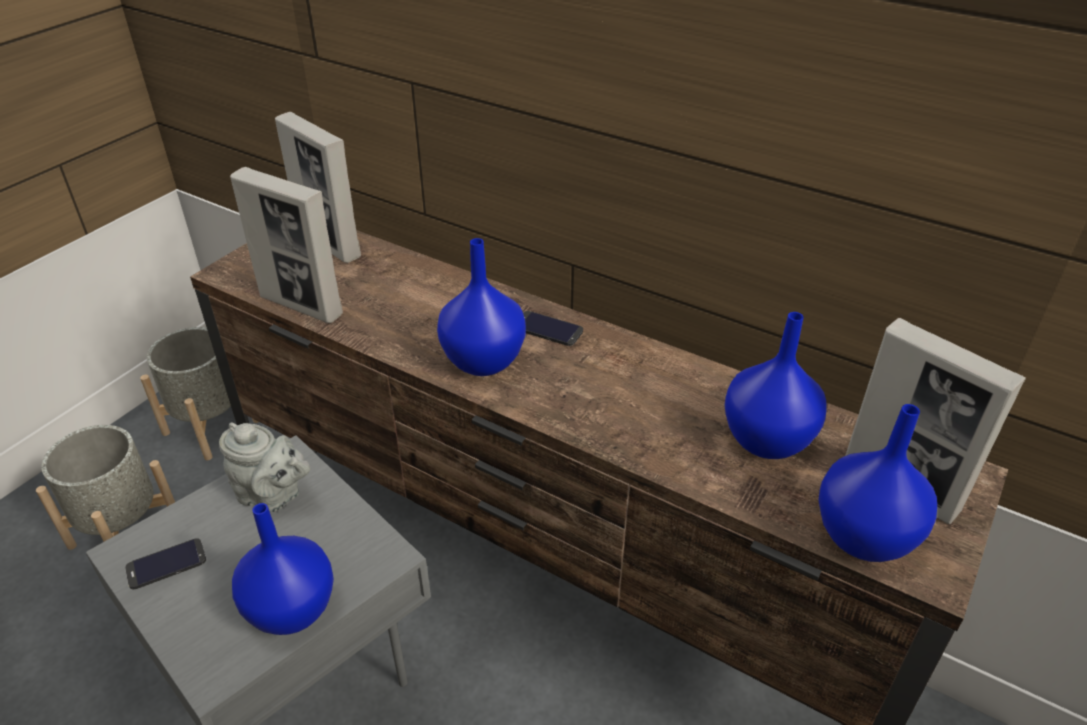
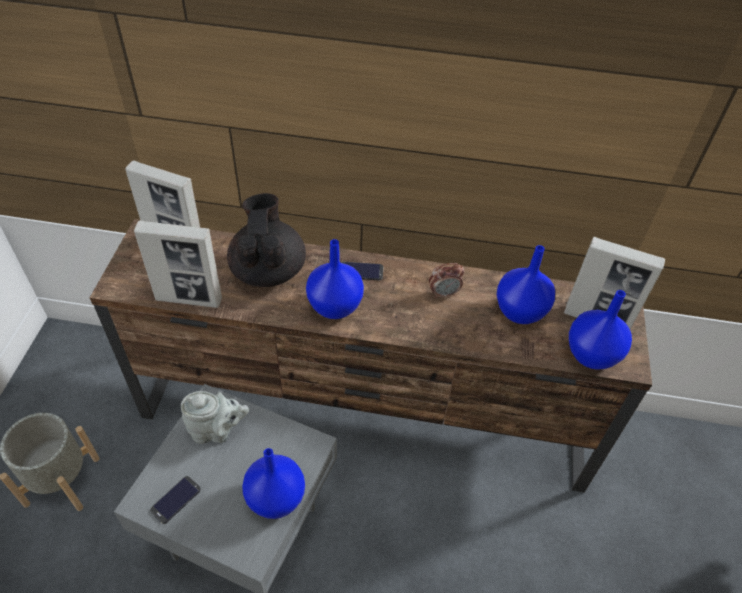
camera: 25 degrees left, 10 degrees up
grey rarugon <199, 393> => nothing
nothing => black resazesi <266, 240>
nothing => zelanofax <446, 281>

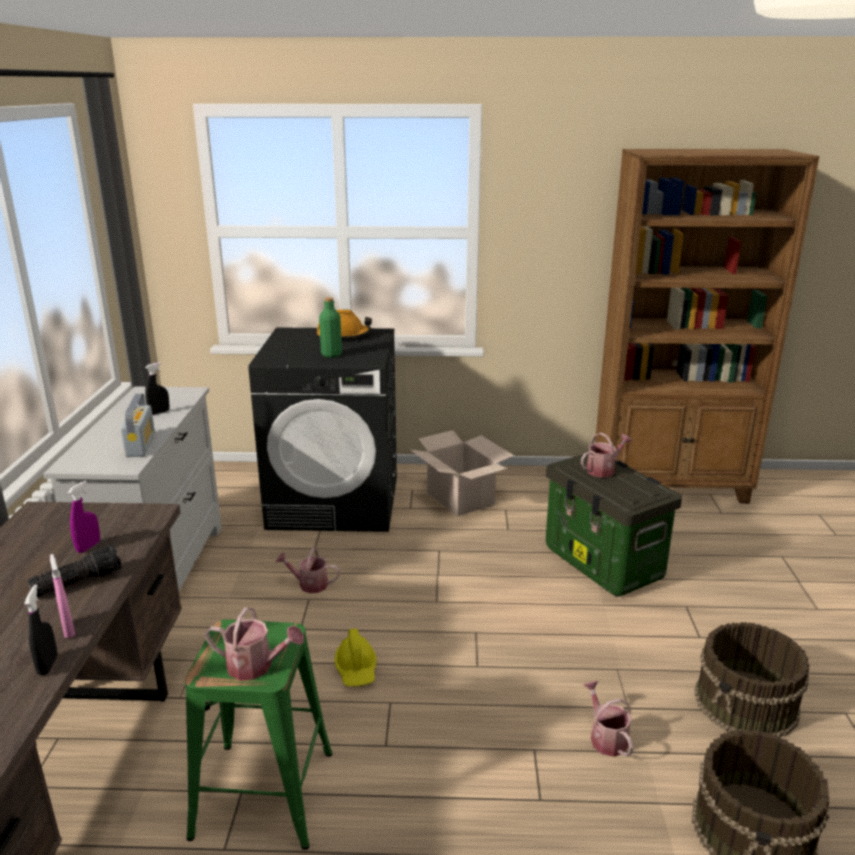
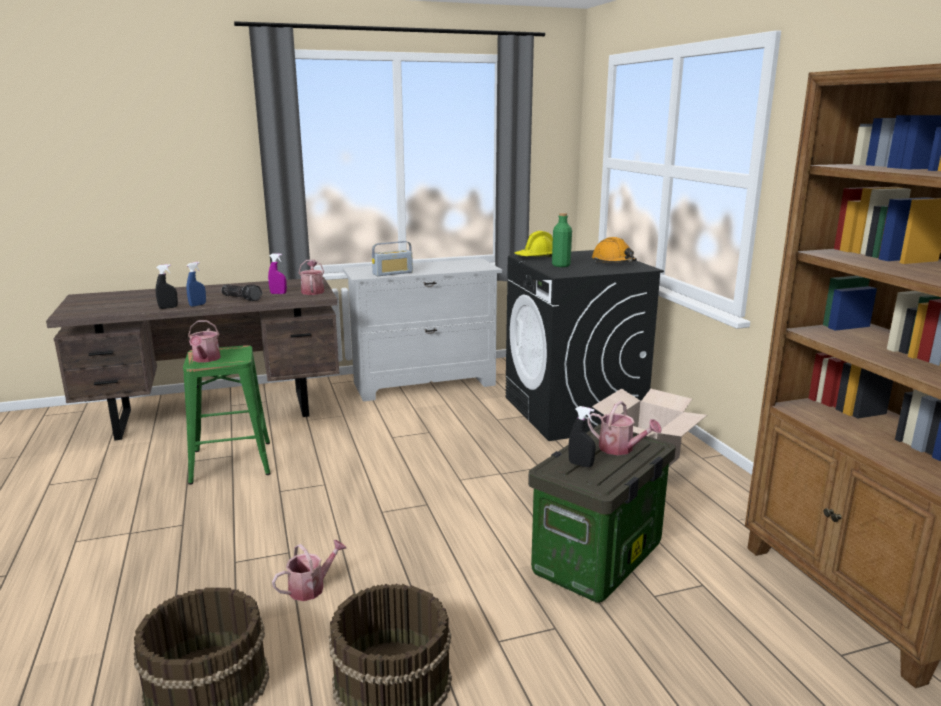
camera: 70 degrees right, 5 degrees down
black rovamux <157, 388> => black rovamux <581, 436>, moved
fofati <308, 570> => fofati <311, 277>, moved
pink rovamux <62, 596> => blue rovamux <196, 284>
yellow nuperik <355, 657> => yellow nuperik <534, 244>, moved

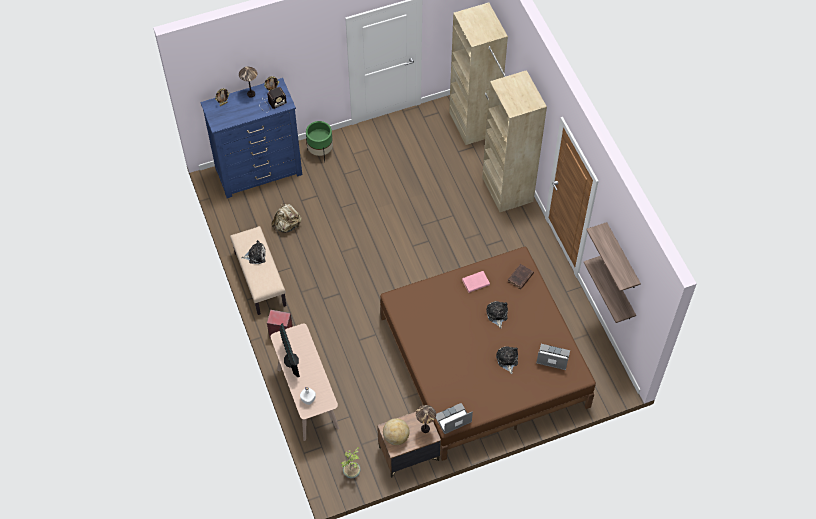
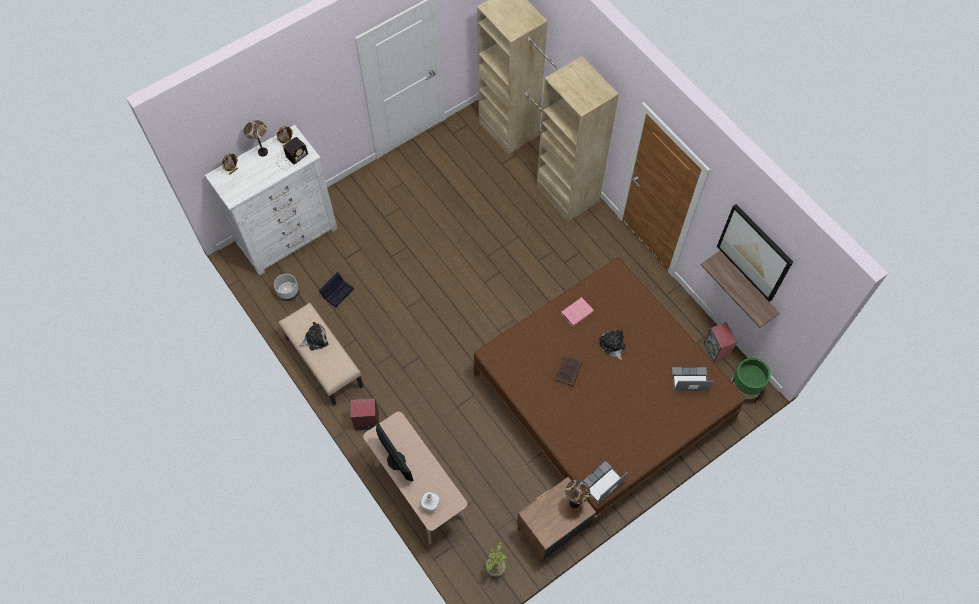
camera: 15 degrees left, 5 degrees up
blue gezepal <251, 138> => white gezepal <271, 200>
green rarugon <319, 141> => green rarugon <751, 380>, moved
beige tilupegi <286, 218> => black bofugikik <336, 289>
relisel <613, 256> => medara <755, 253>
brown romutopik <520, 277> => brown romutopik <568, 371>, moved
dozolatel <507, 360> => nothing
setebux <396, 431> => nothing
nothing => grey rarugon <286, 287>
nothing => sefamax <720, 342>

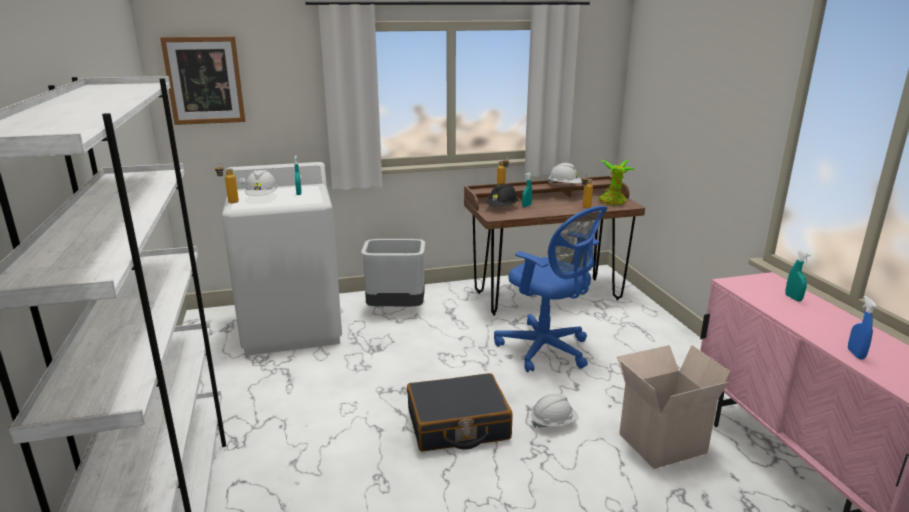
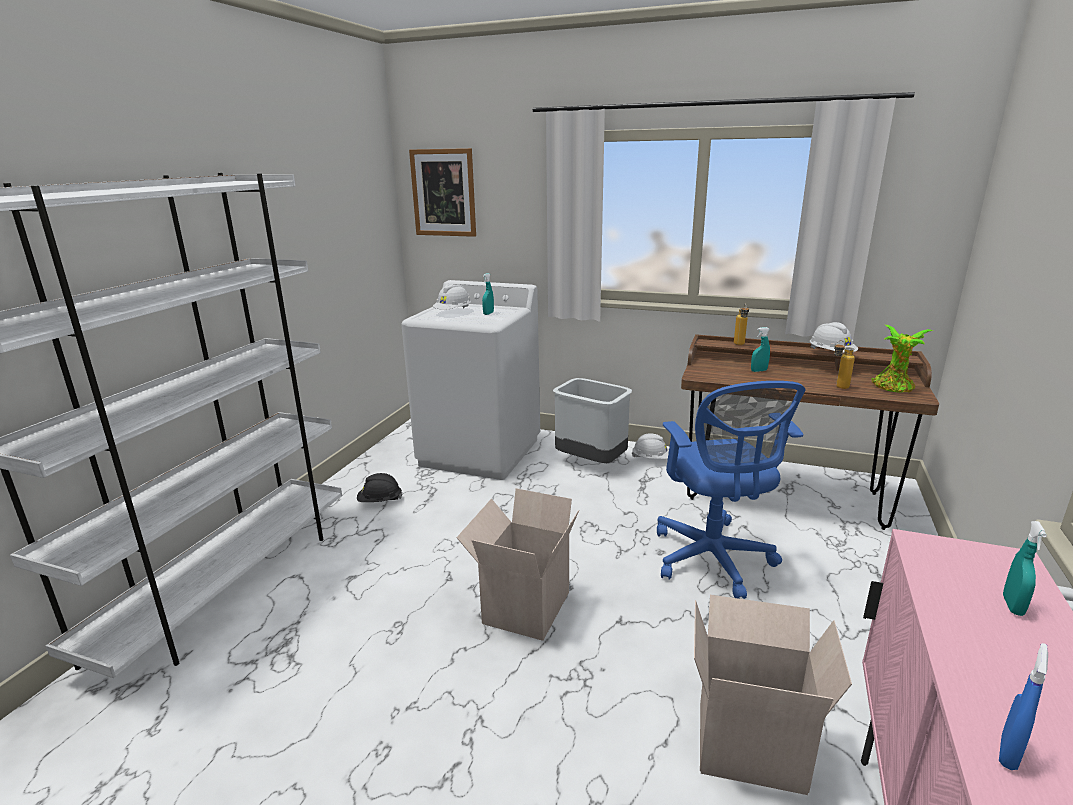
camera: 35 degrees right, 0 degrees up
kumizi <227, 183> => nothing
black nuperik <501, 194> => black nuperik <379, 487>, moved
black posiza <460, 412> => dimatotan <517, 564>
white nuperik <554, 410> => white nuperik <650, 446>, moved

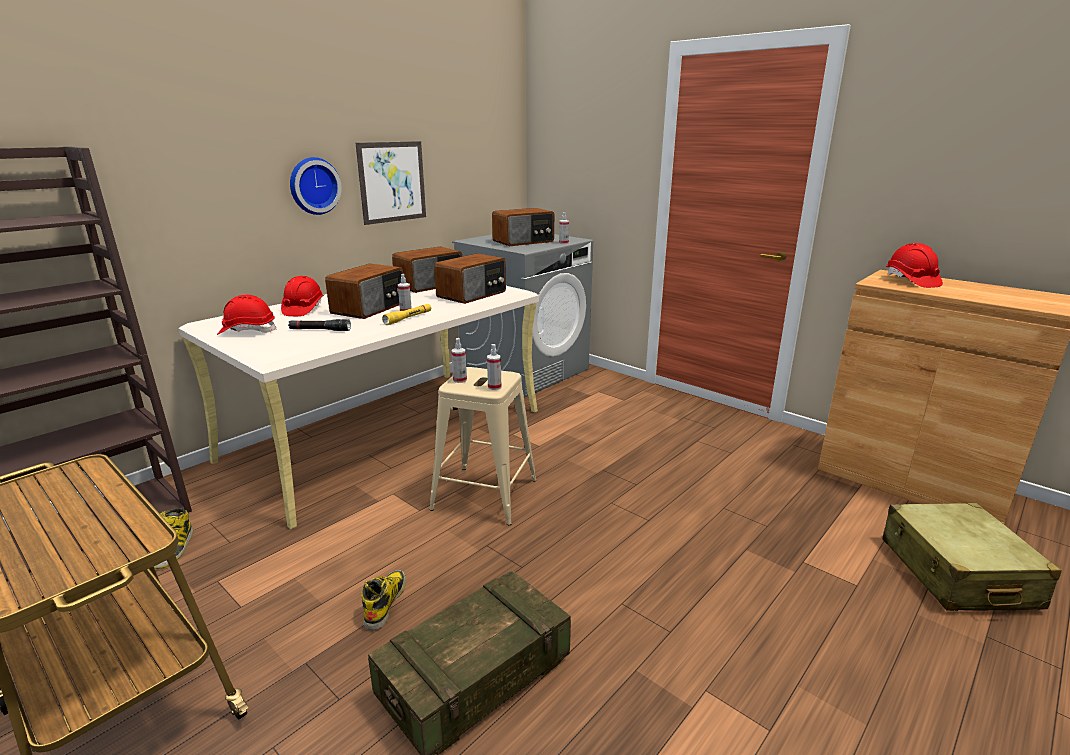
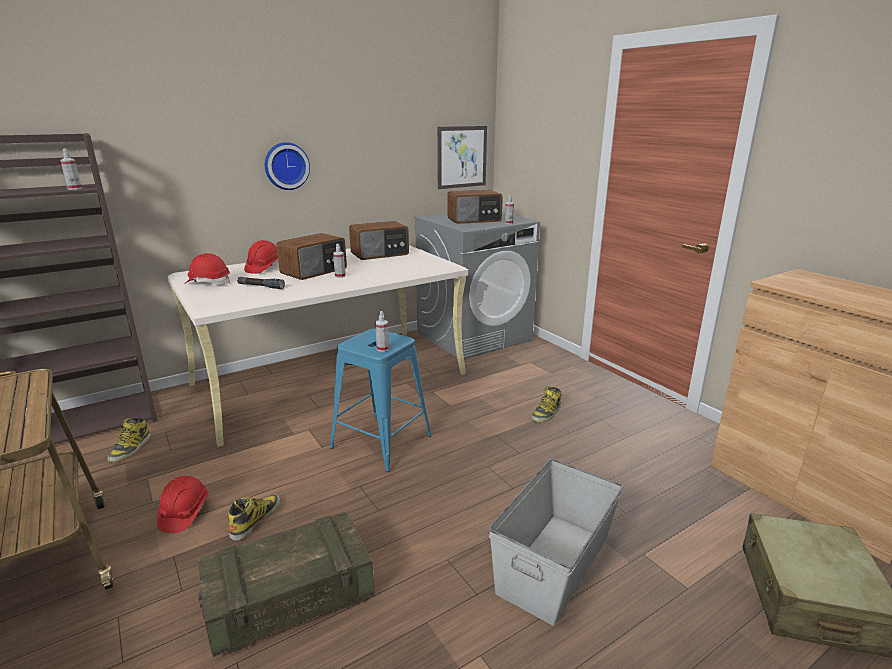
camera: 15 degrees right, 0 degrees up
medara <391, 183> => medara <462, 157>, moved
red nuperik <914, 265> => red nuperik <182, 504>, moved
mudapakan <470, 278> => nothing
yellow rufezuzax <407, 314> => nothing
rovamux <459, 360> => rovamux <71, 169>, moved
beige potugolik <482, 446> => blue potugolik <381, 400>
nothing => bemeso <546, 404>
nothing => grey bofugikik <556, 542>

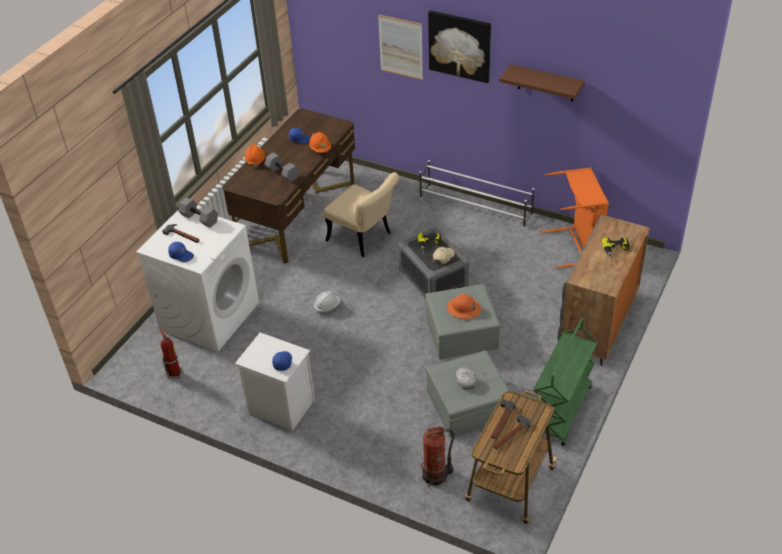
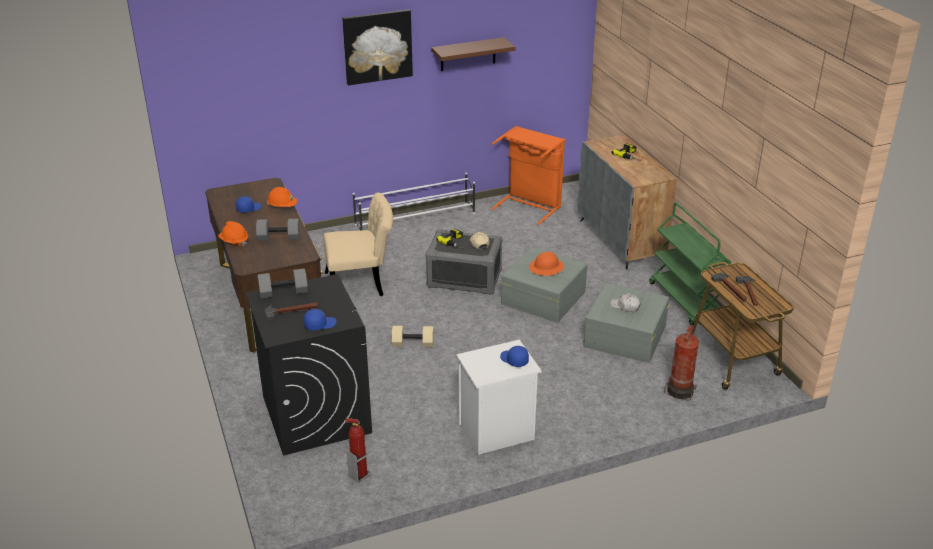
camera: 50 degrees left, 10 degrees down
medara <400, 47> => nothing
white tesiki <197, 281> => black tesiki <308, 365>
white nuperik <327, 302> => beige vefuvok <413, 336>

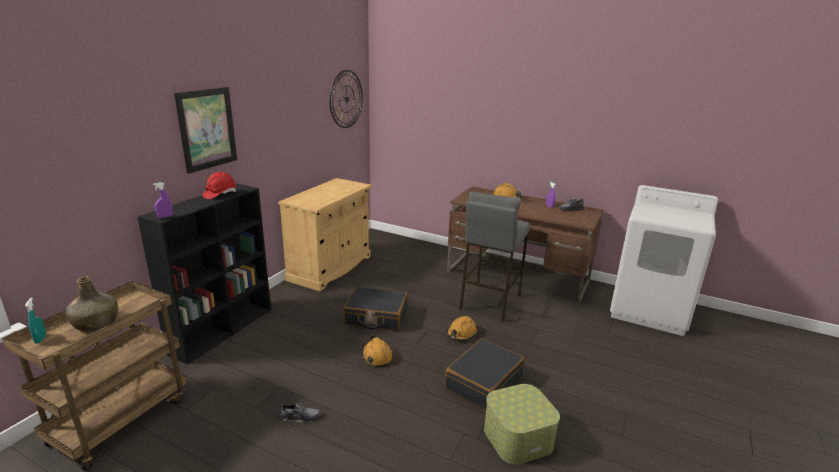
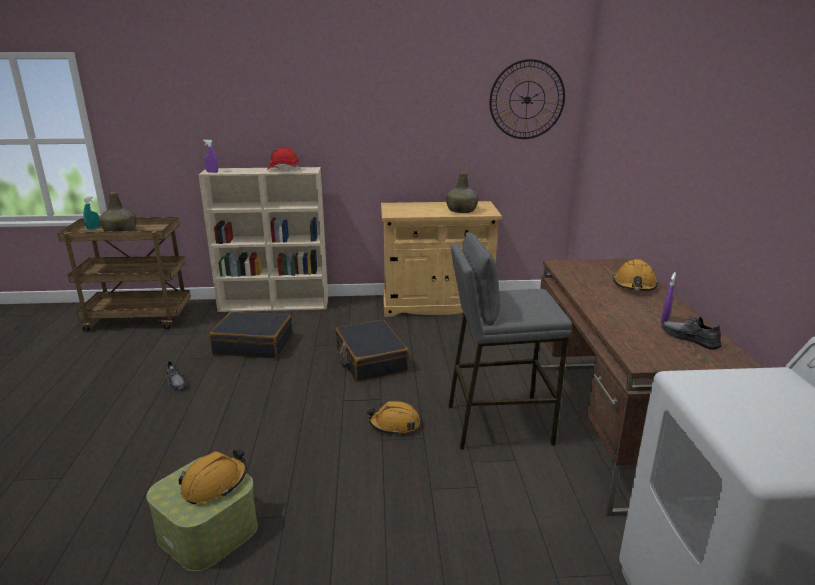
camera: 60 degrees right, 0 degrees up
medara <205, 130> => nothing
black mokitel <204, 274> => beige mokitel <263, 239>
orange nuperik <377, 351> => orange nuperik <213, 476>, moved
black posiza <485, 374> => black posiza <251, 335>, moved
nothing => green kumizi <462, 192>

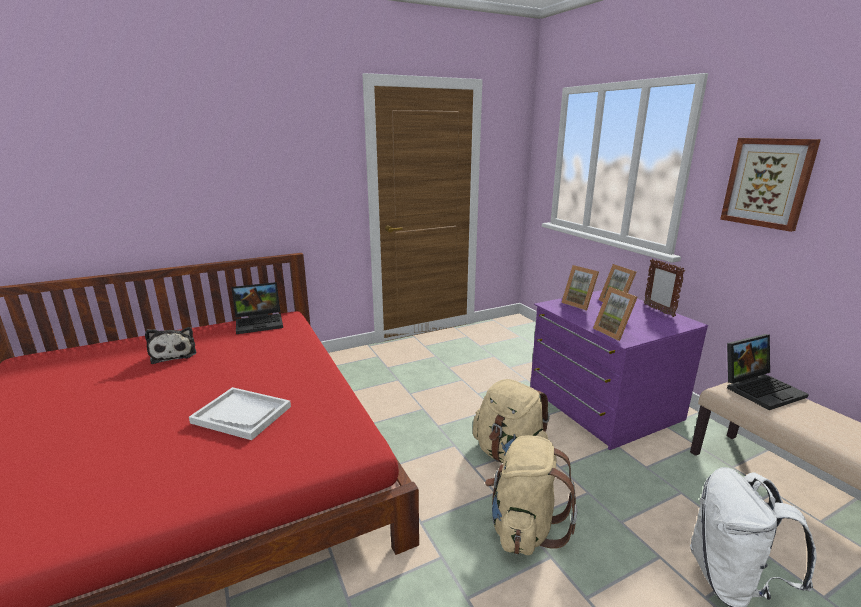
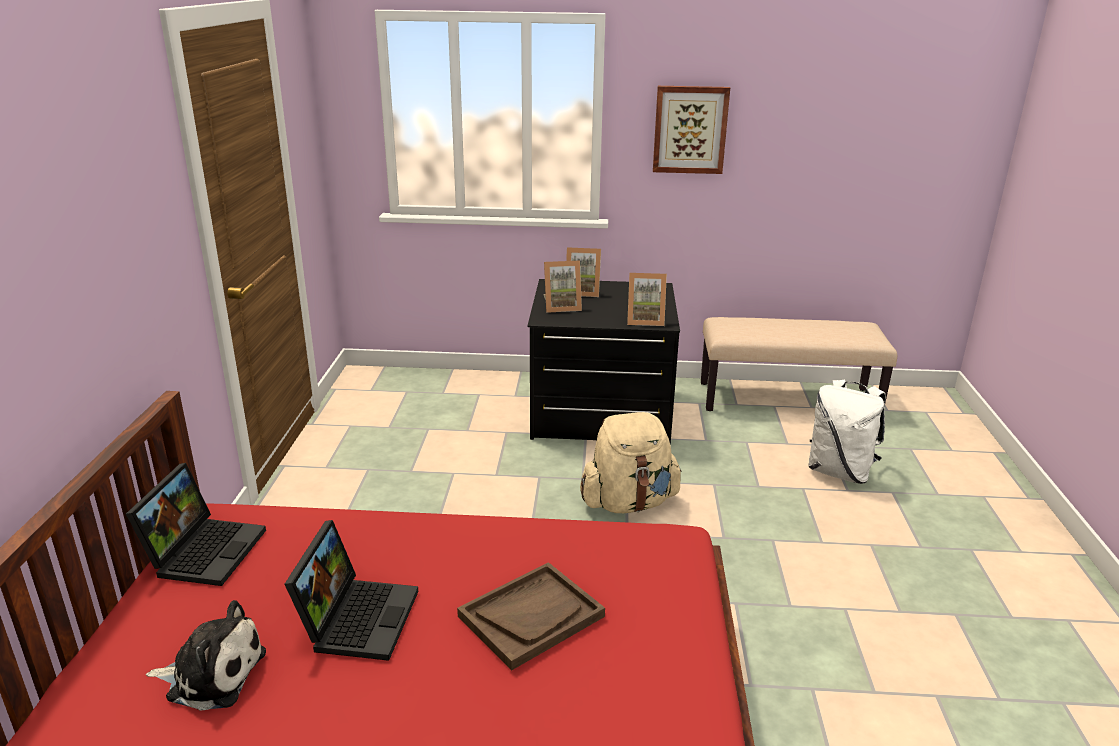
camera: 60 degrees left, 5 degrees up
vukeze <664, 288> => nothing
purple gezepal <619, 370> => black gezepal <603, 362>
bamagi <768, 372> => bamagi <351, 590>, moved
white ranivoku <240, 413> => brown ranivoku <531, 616>
beige tilupegi <531, 495> => nothing

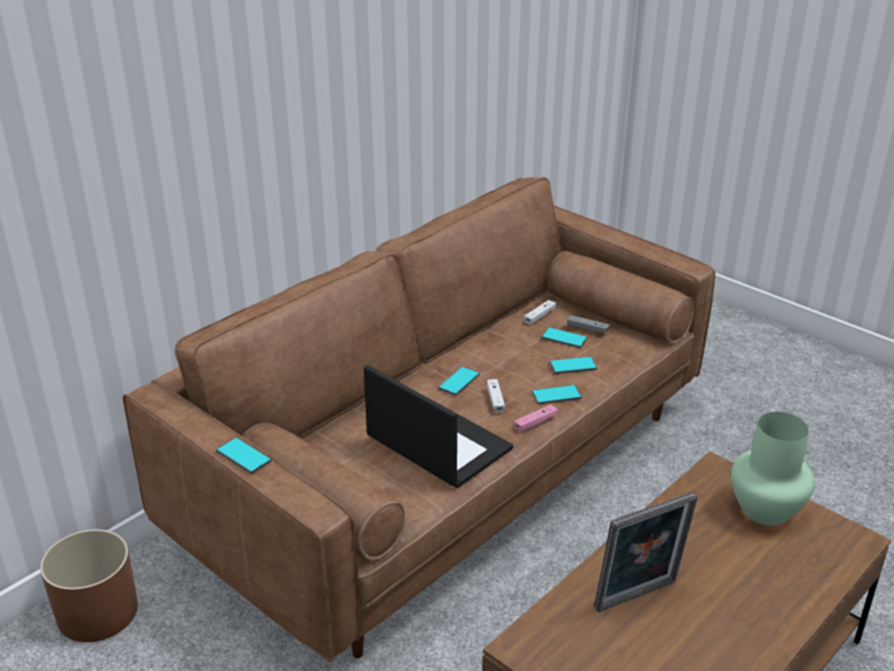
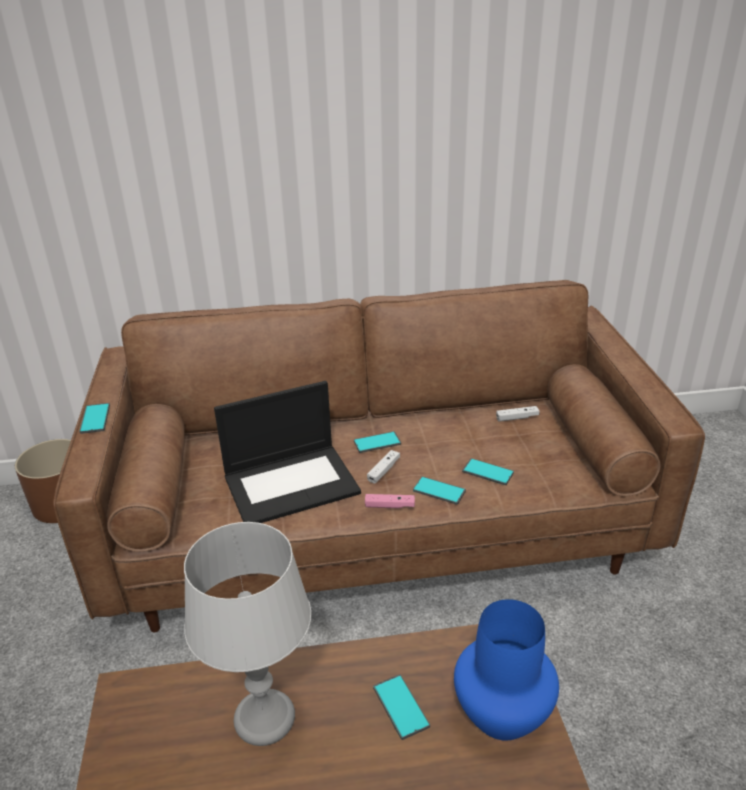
camera: 40 degrees right, 0 degrees up
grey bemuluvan <588, 324> => nothing
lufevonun <564, 337> => lufevonun <401, 707>, moved
bamagi <438, 426> => bamagi <287, 452>, 75 degrees clockwise
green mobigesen <773, 469> => blue mobigesen <506, 670>
vukeze <645, 552> => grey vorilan <247, 634>

